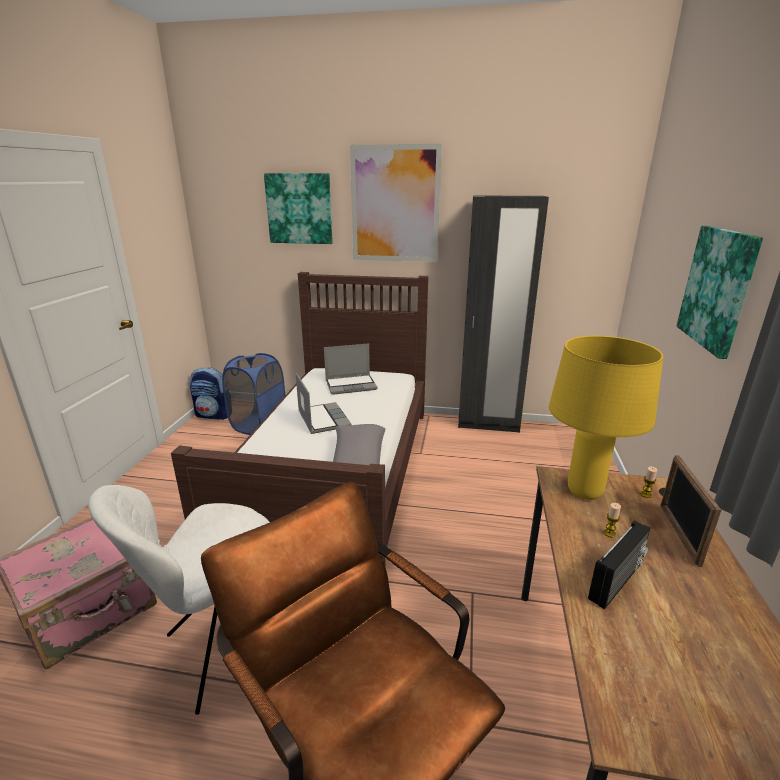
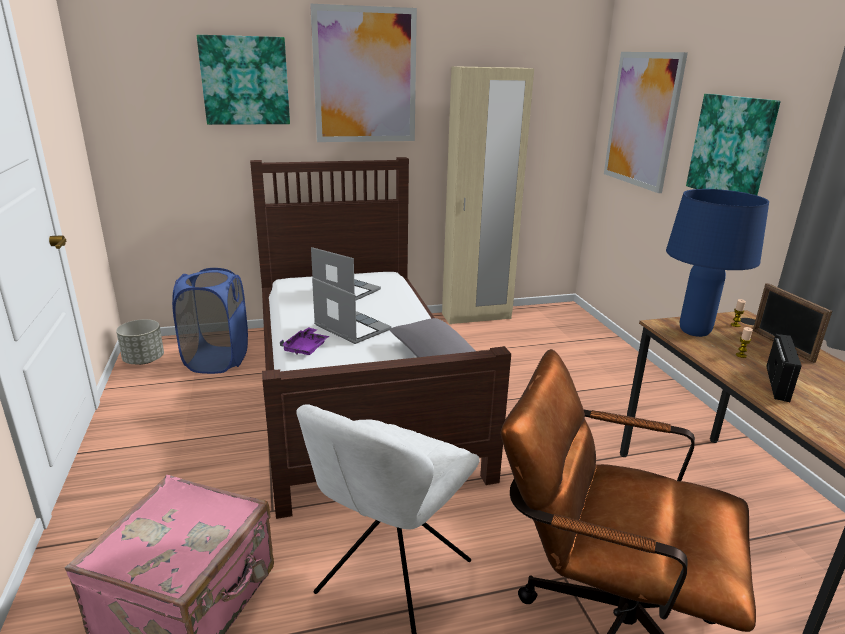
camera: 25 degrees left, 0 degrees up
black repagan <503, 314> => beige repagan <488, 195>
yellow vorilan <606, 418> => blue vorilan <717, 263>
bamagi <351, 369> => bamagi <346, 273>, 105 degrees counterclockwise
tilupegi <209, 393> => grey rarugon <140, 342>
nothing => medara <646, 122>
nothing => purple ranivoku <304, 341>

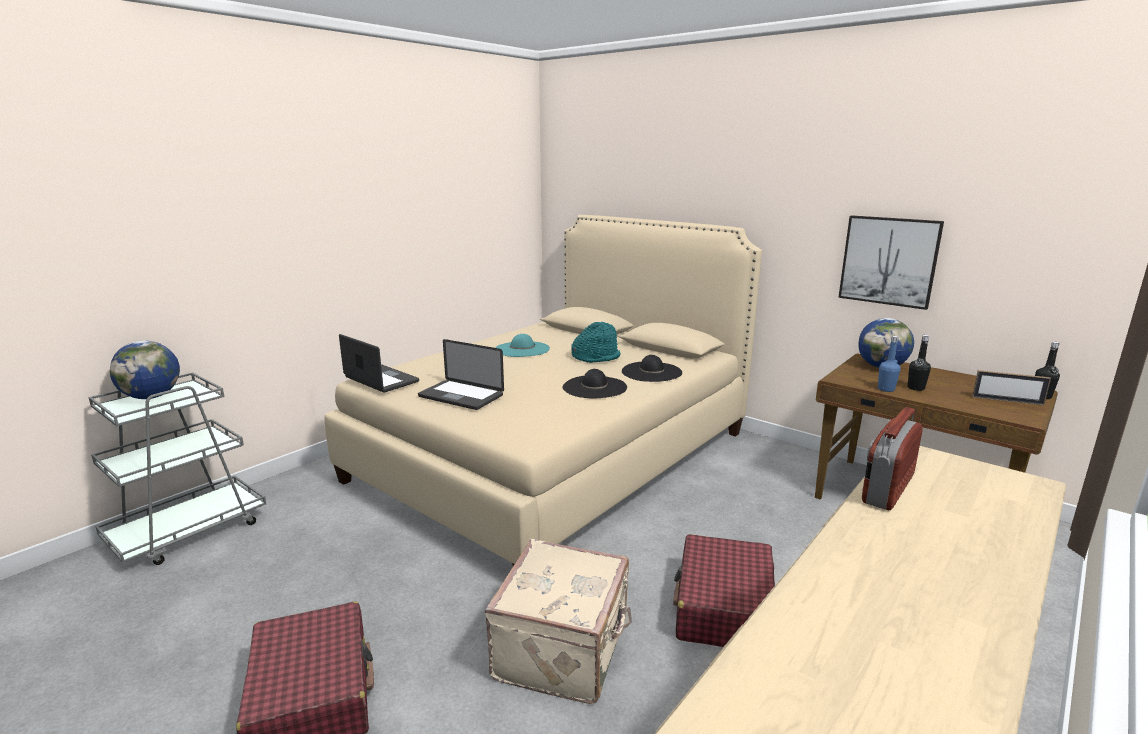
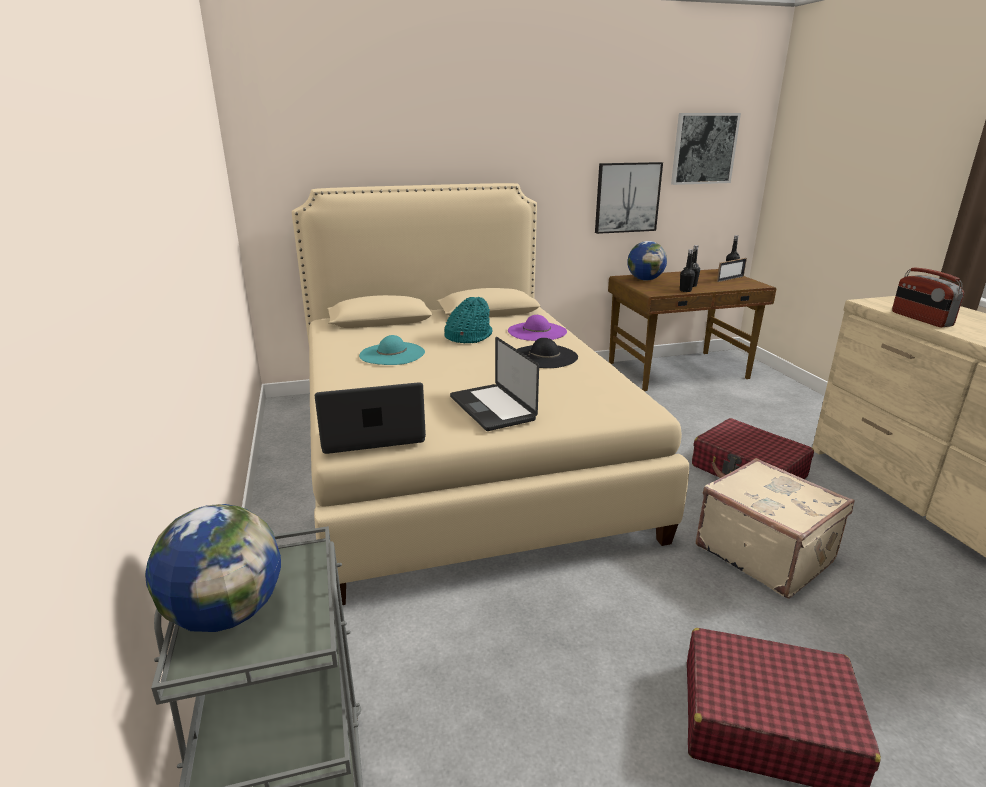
camera: 55 degrees left, 5 degrees up
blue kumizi <889, 364> => black kumizi <687, 270>
bamagi <461, 374> => bamagi <494, 384>, 90 degrees clockwise
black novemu <652, 368> => purple novemu <537, 328>
nothing => medara <706, 149>

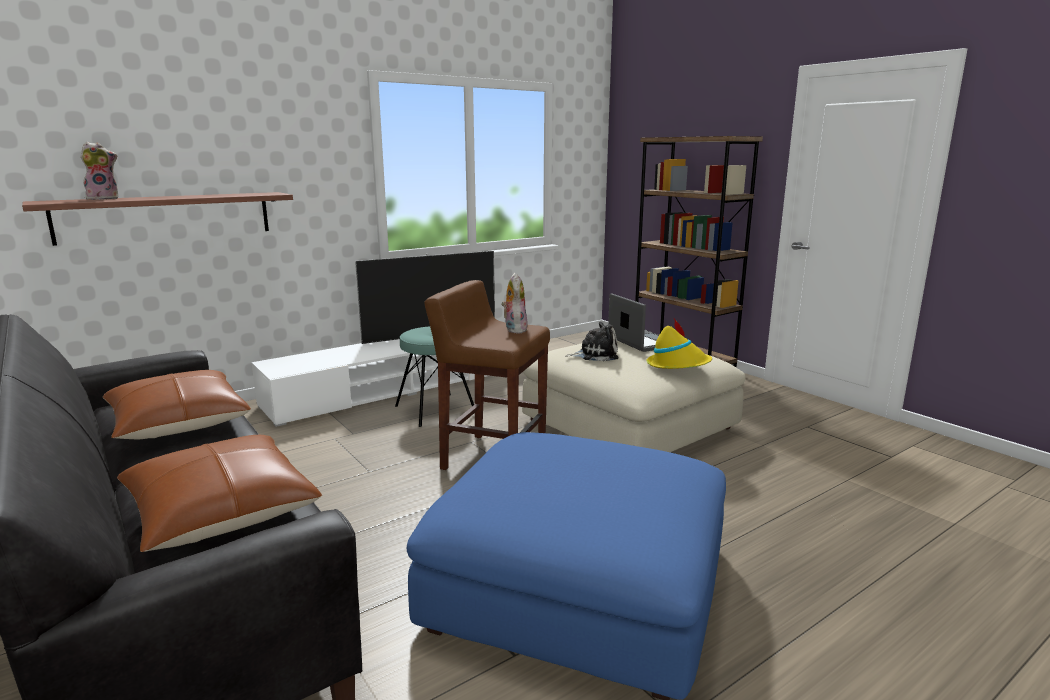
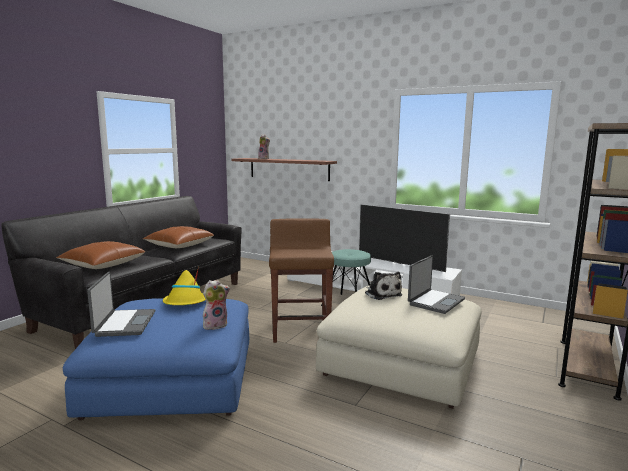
camera: 65 degrees right, 5 degrees down
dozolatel <514, 303> => dozolatel <216, 305>, moved
yellow novemu <679, 343> => yellow novemu <184, 286>, moved
nothing => bamagi <121, 304>

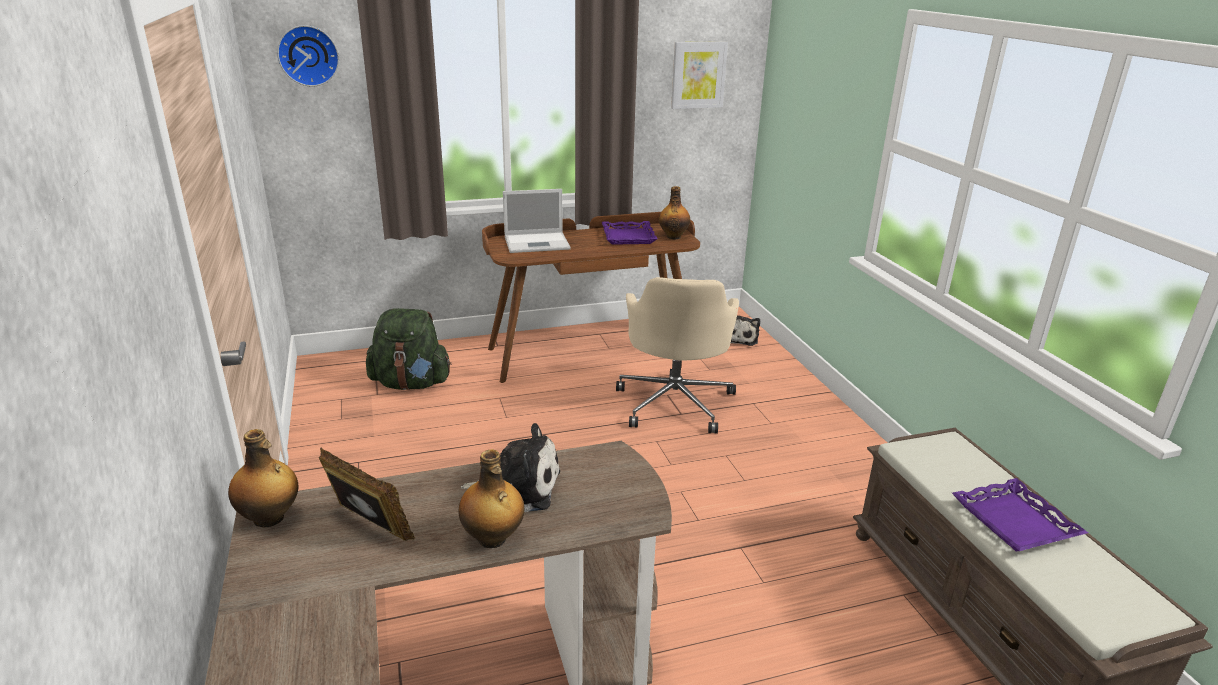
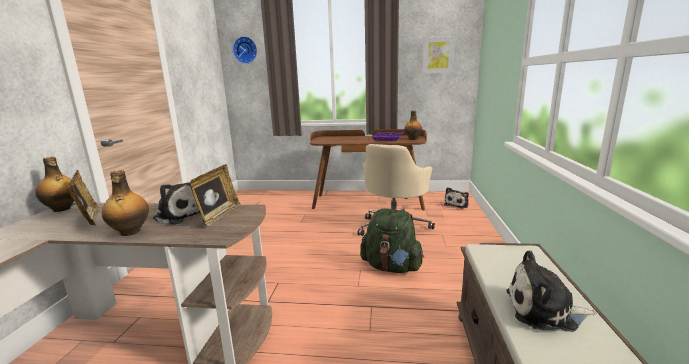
camera: 25 degrees right, 10 degrees down
bamagi <537, 221> => nothing
green tilupegi <408, 349> => green tilupegi <392, 240>, moved
purple ranivoku <1020, 514> => dozolatel <551, 291>
nothing => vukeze <215, 195>

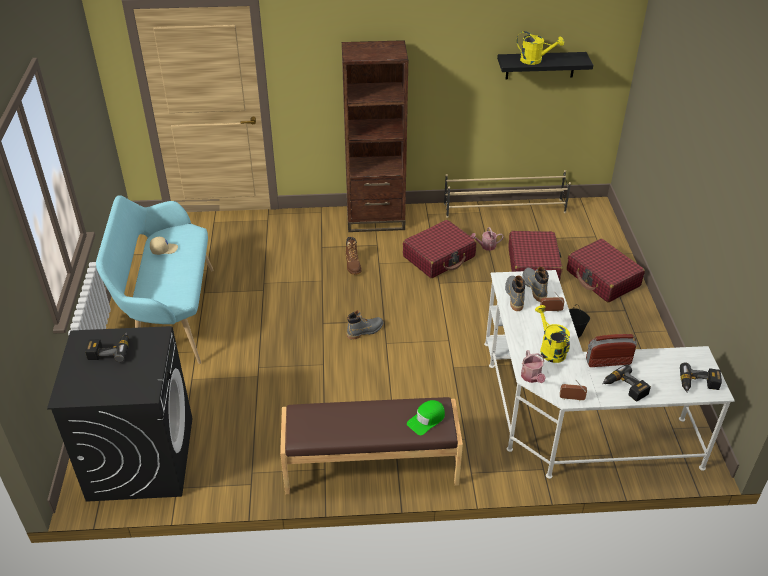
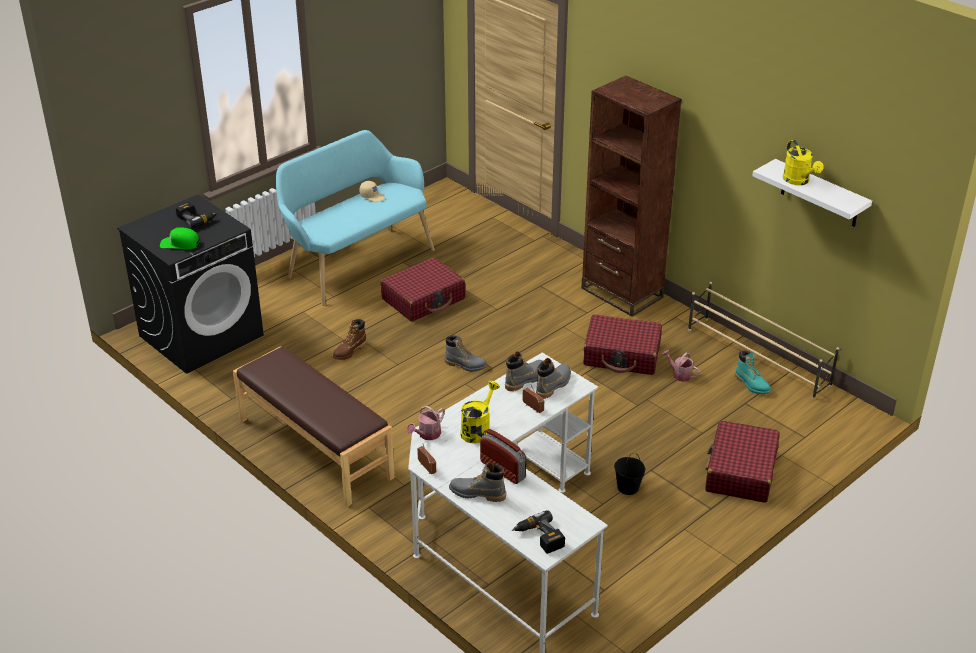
camera: 50 degrees right, 5 degrees down
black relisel <545, 66> => white relisel <812, 193>
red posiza <535, 256> => red posiza <423, 289>, moved
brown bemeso <354, 256> => brown bemeso <350, 339>, moved
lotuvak <626, 383> => grey bemeso <477, 482>
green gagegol <426, 417> => green gagegol <180, 238>, moved
nothing => turquoise bemeso <753, 372>

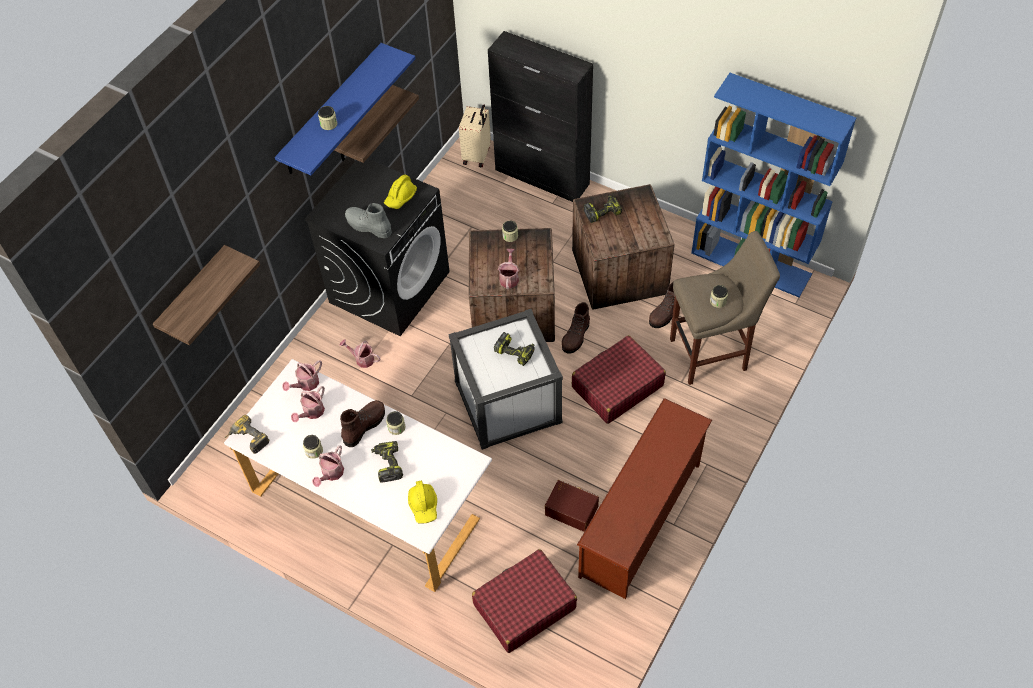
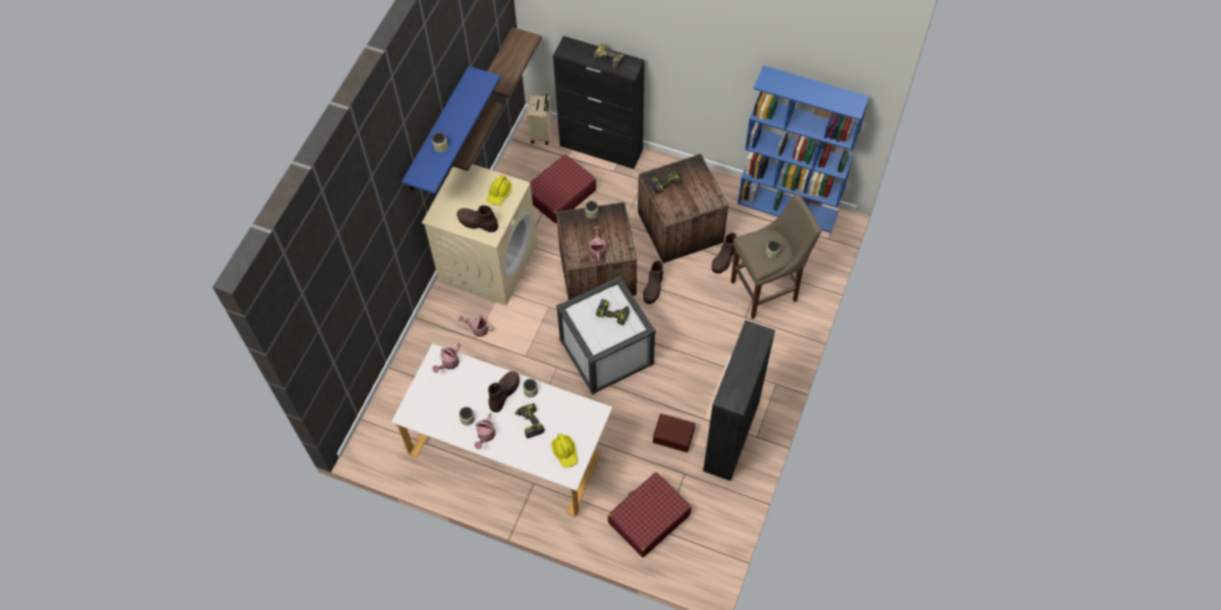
camera: 10 degrees left, 5 degrees up
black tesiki <377, 247> => beige tesiki <479, 234>
grey bemeso <368, 220> => brown bemeso <477, 218>
relisel <206, 295> => relisel <514, 62>, moved
red posiza <619, 379> => red posiza <563, 189>, moved
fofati <308, 404> => nothing
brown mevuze <644, 498> => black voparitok <739, 400>
lotuvak <247, 434> => lotuvak <608, 56>, moved

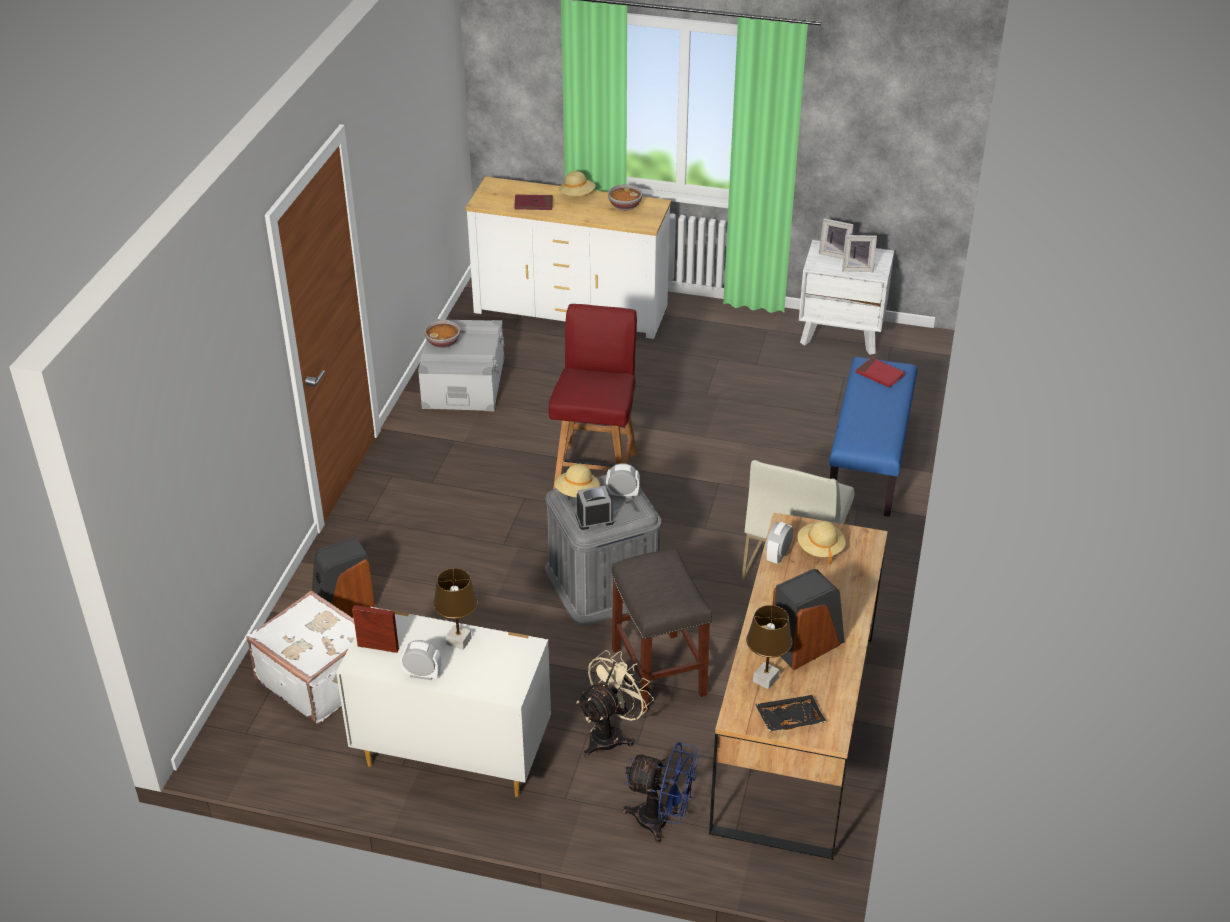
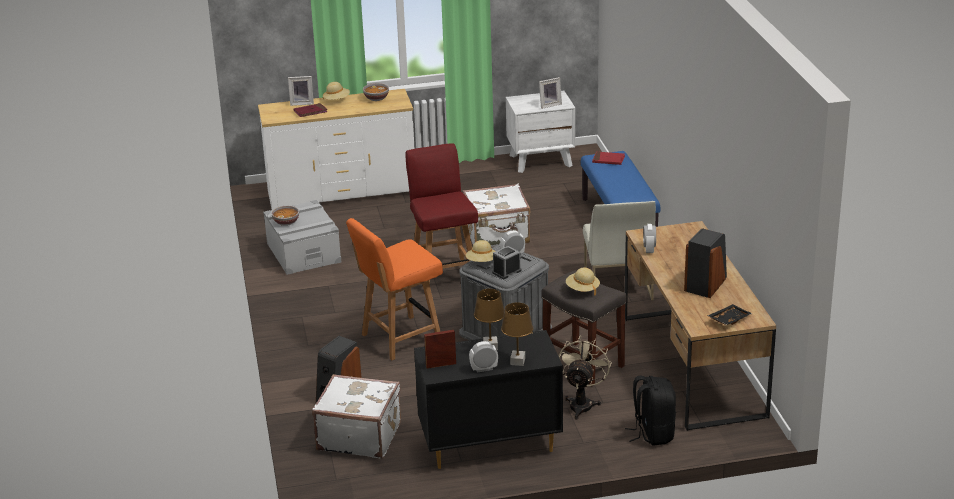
camera: 25 degrees left, 10 degrees down
vukeze <836, 238> => vukeze <301, 91>, moved
beige novemu <821, 542> => beige novemu <583, 281>, moved
brown vorilan <769, 647> => brown vorilan <517, 334>, moved
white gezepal <443, 702> => black gezepal <488, 399>
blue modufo <661, 792> => black tilupegi <650, 411>
nothing => white posiza <496, 215>
nothing => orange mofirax <394, 289>

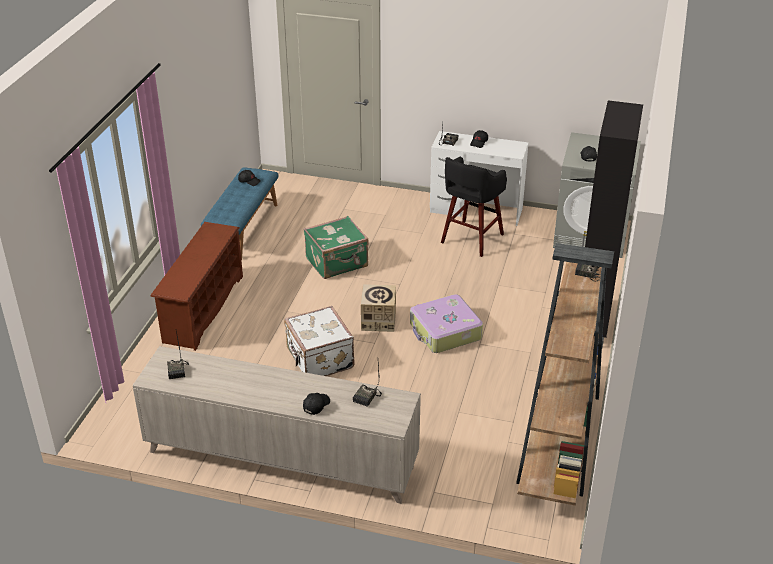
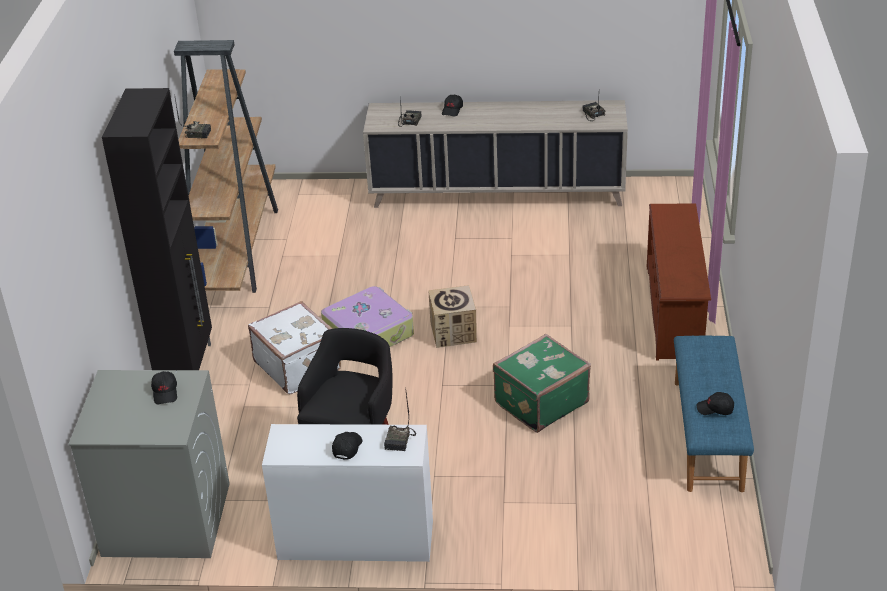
camera: 170 degrees right, 0 degrees up
white posiza <319, 341> => white posiza <294, 347>, moved

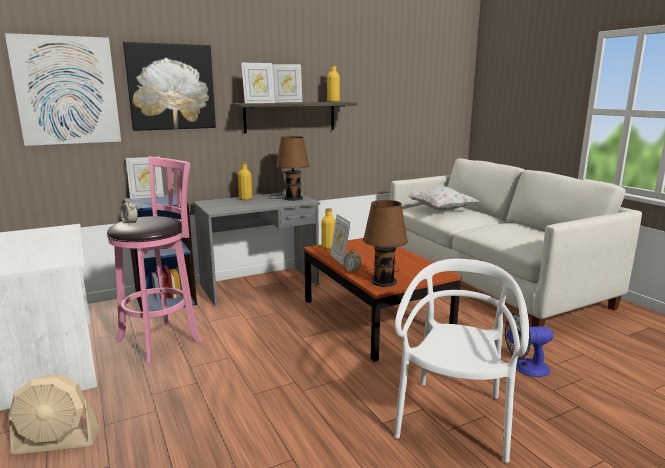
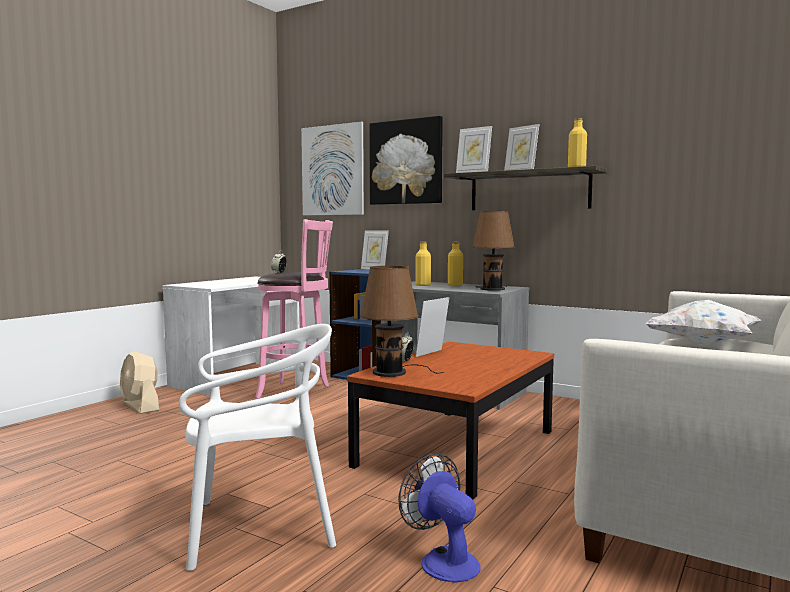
camera: 60 degrees right, 10 degrees down
yellow kumizi <328, 228> => yellow kumizi <423, 264>, moved

